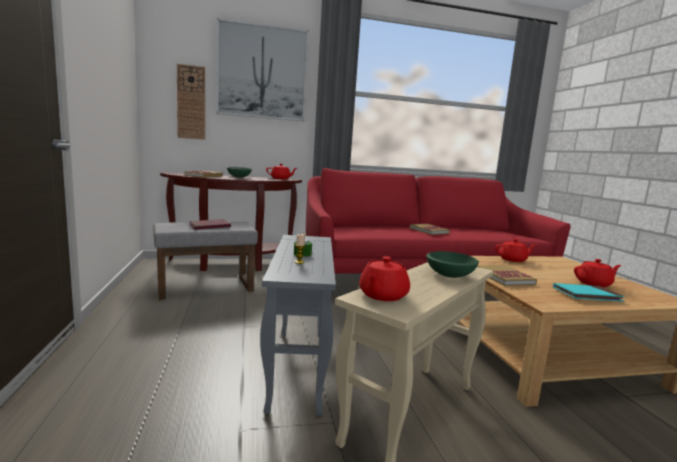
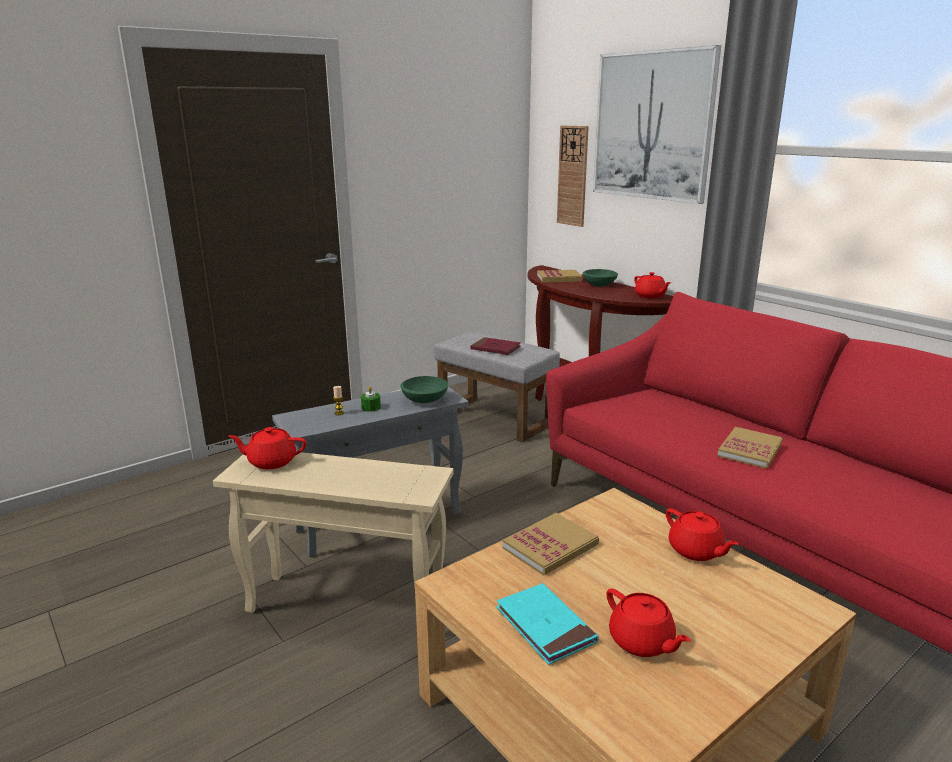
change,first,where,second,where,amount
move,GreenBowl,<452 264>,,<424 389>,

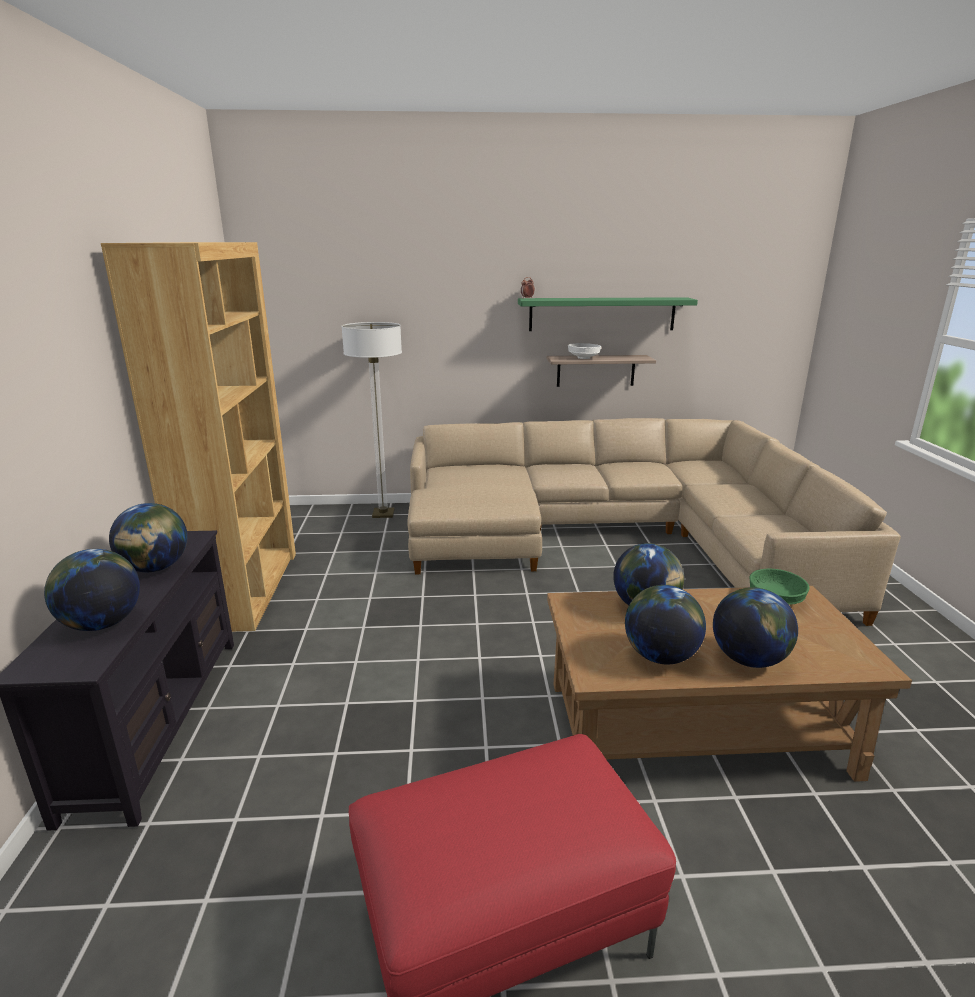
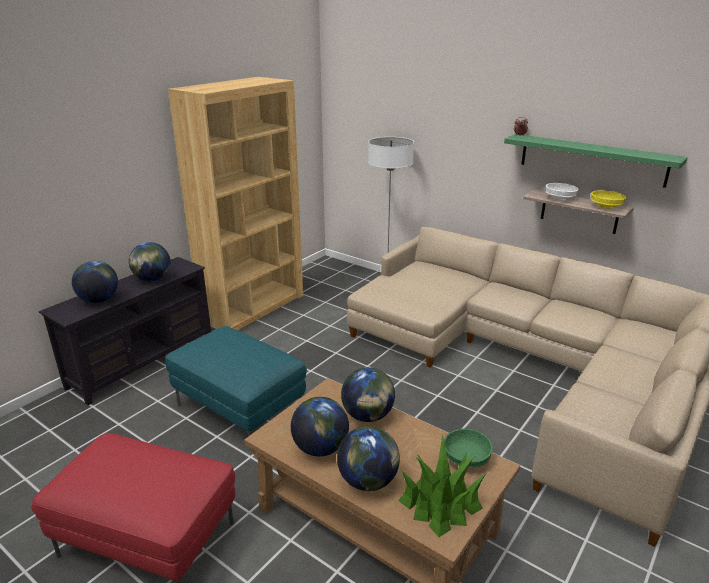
change,first,where,second,where,amount
insert,,,TurquoiseOttoman,<236 388>,
insert,,,PottedPlant,<442 486>,
insert,,,YellowBowl,<608 199>,

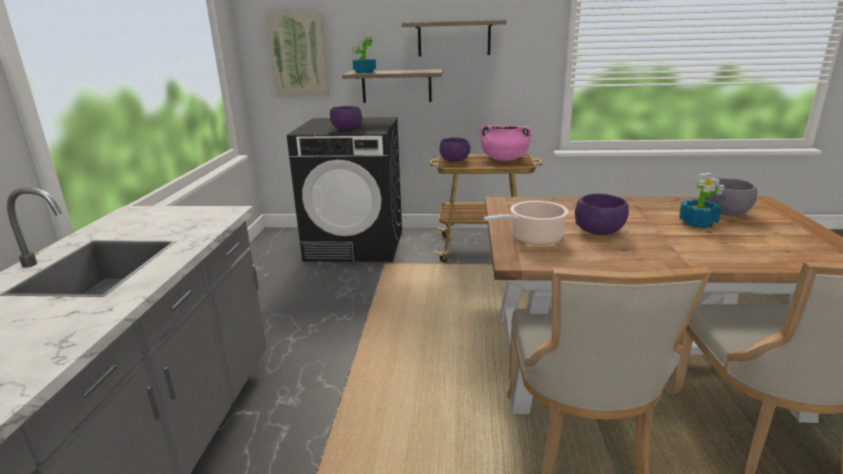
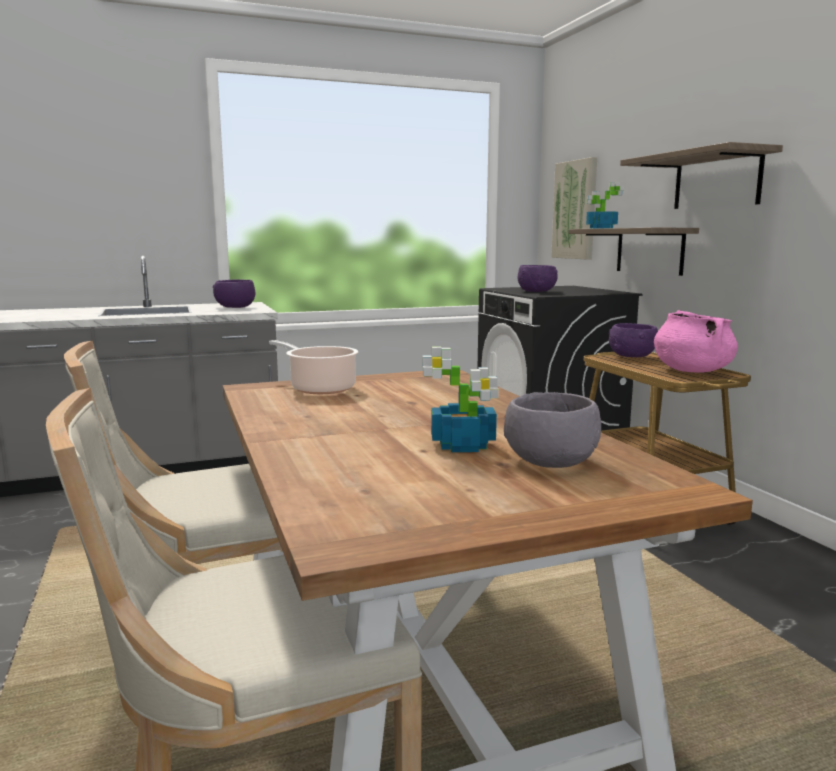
change,first,where,second,where,amount
move,PurpleBowl,<602 214>,,<234 294>,

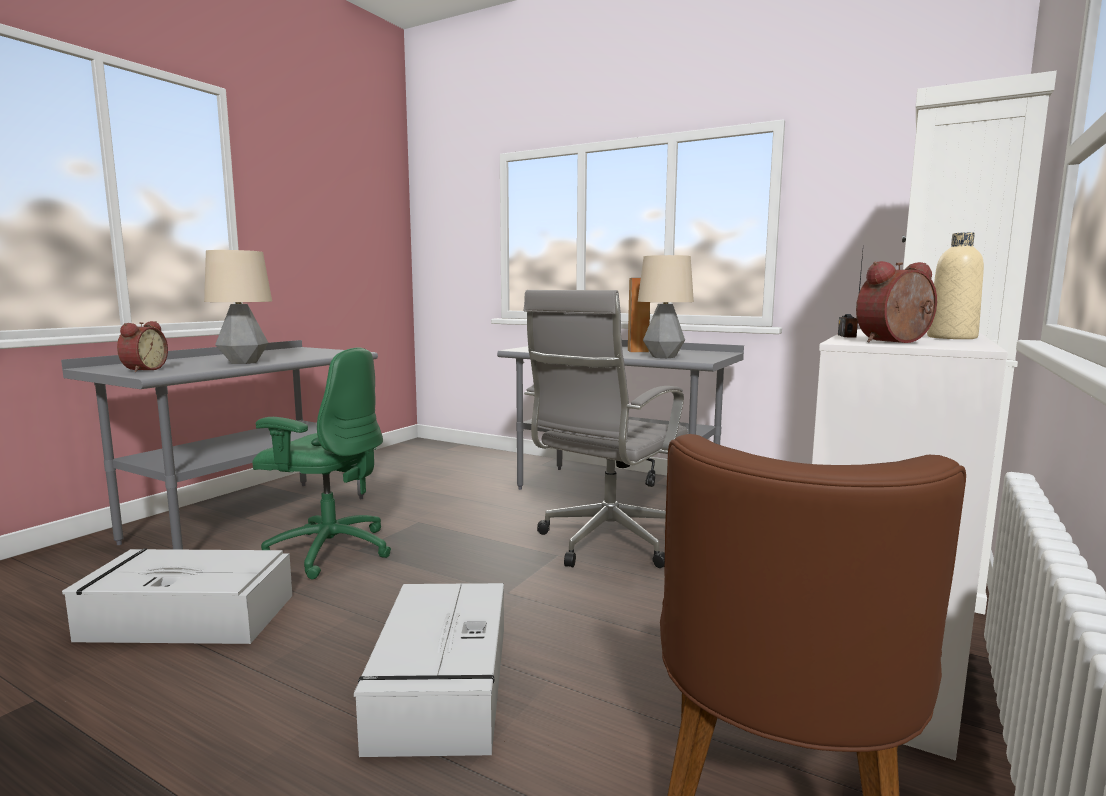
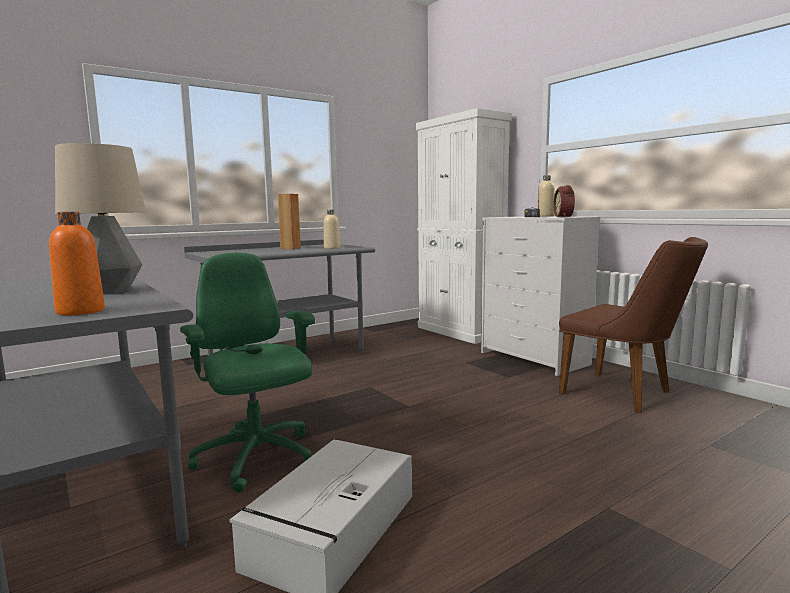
change,first,where,second,where,amount
delete,GreyStorageBox,<429 670>,,,
delete,GreyOfficeChair,<606 429>,,,
replace,AlarmClock,<142 346>,OrangeBottle,<77 264>,
replace,TableLamp,<666 306>,BeigeBottle,<332 229>,
rotate,GreenOfficeChair,<321 463>,,<247 373>,75 degrees counterclockwise

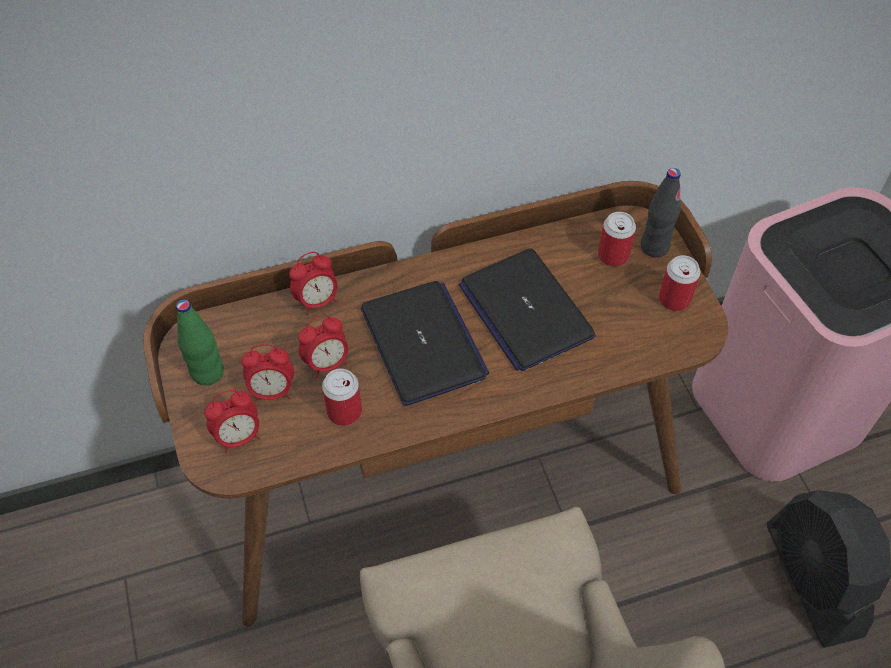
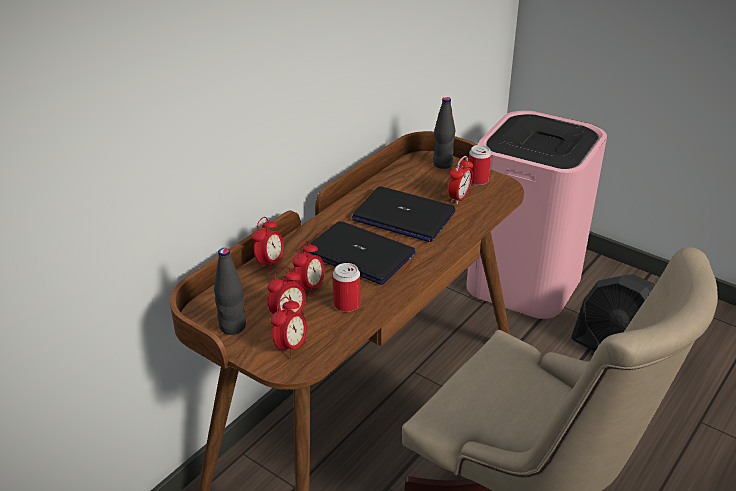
change,first,where,second,where,amount
delete,Can,<617 239>,,,
insert,,,AlarmClock,<460 180>,
recolor,GreenBottle,<200 342>,BlackBottle,<230 291>,

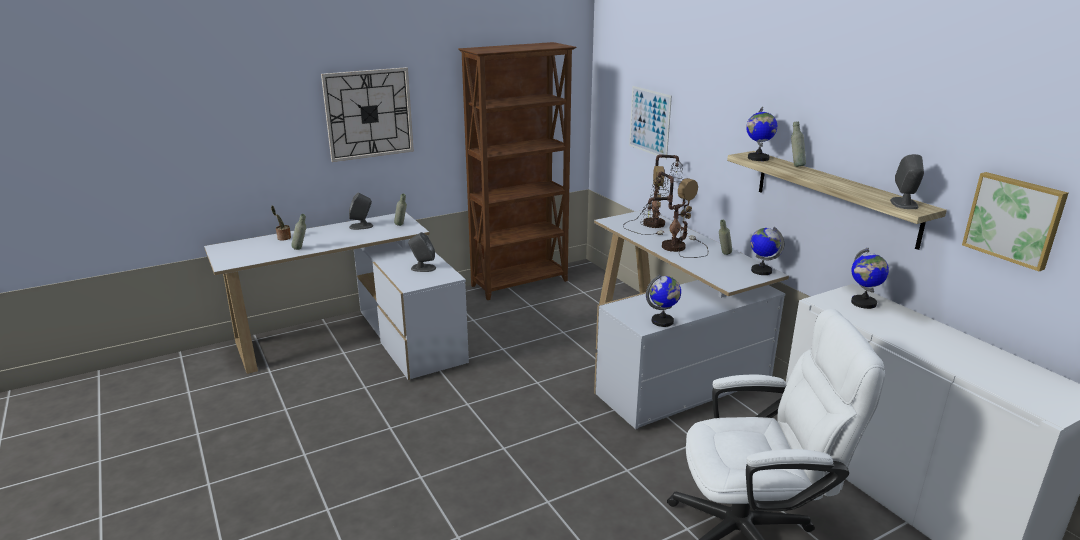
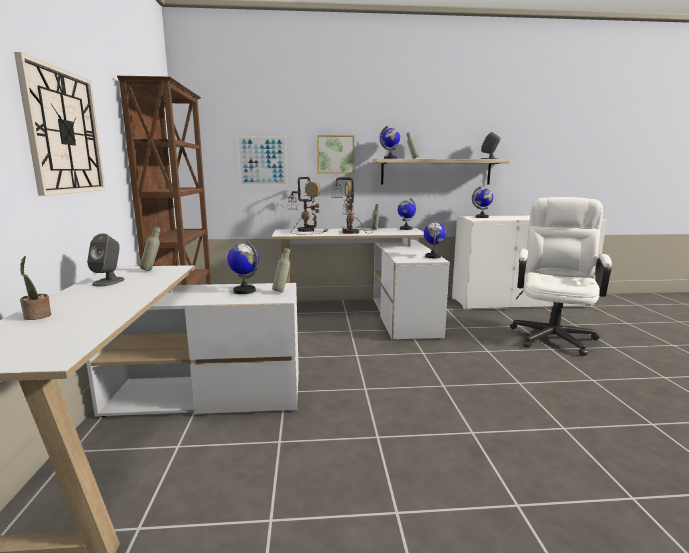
change,first,where,second,where,amount
move,GreyBottle,<298 232>,,<281 270>,
move,Picture,<1015 221>,,<335 154>,
replace,GreySpeaker,<422 252>,Globe,<243 267>,

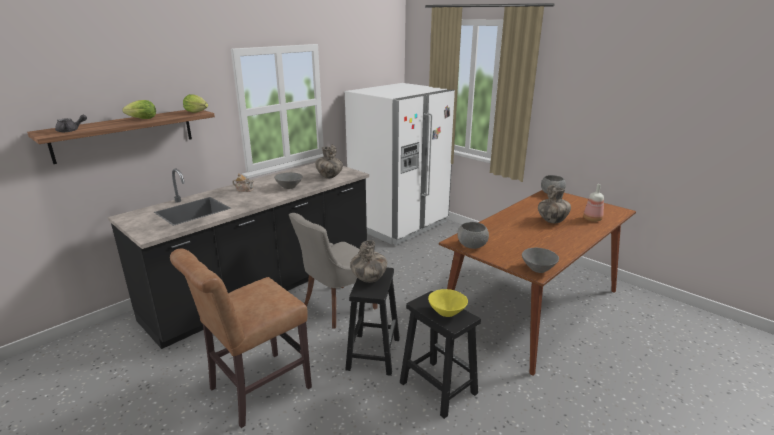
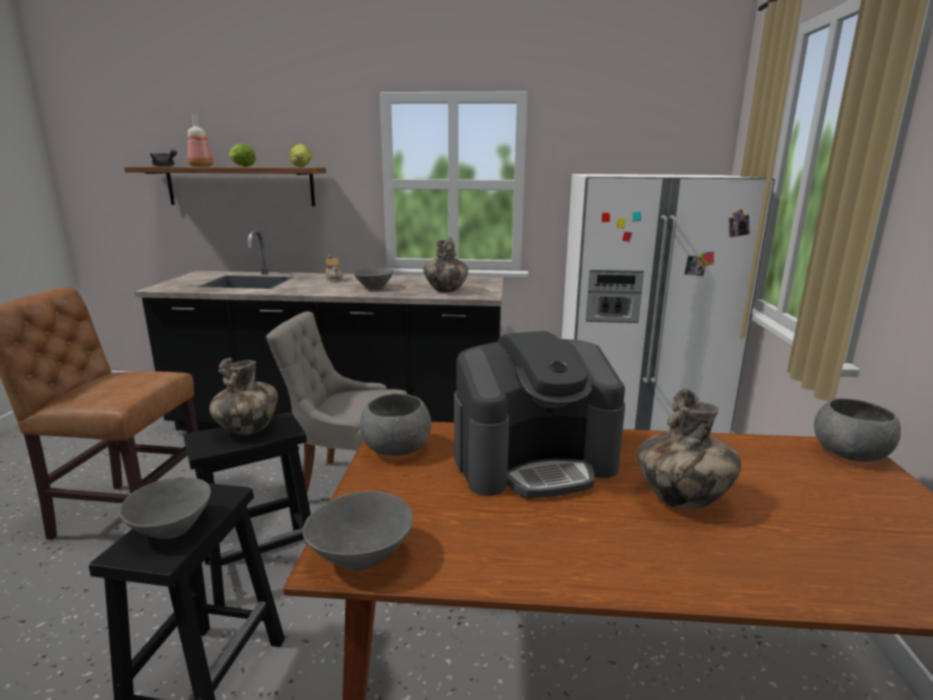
change,first,where,second,where,amount
insert,,,CoffeeMachine,<539 415>,
move,Bottle,<593 203>,,<200 141>,
recolor,YellowBowl,<448 303>,GreyBowl,<165 508>,

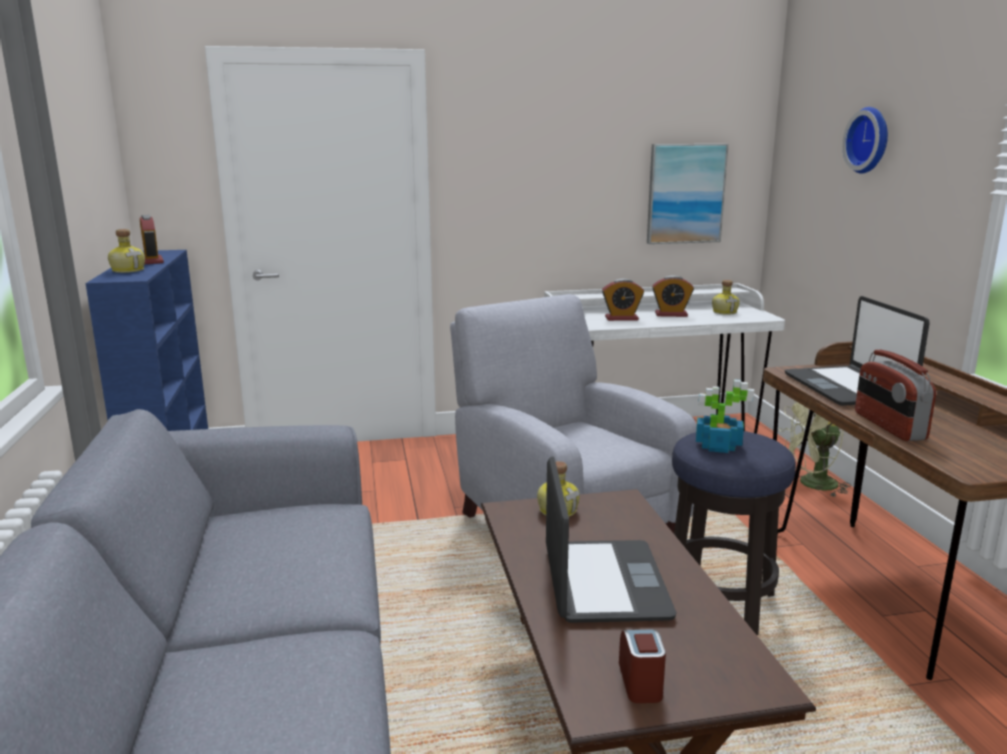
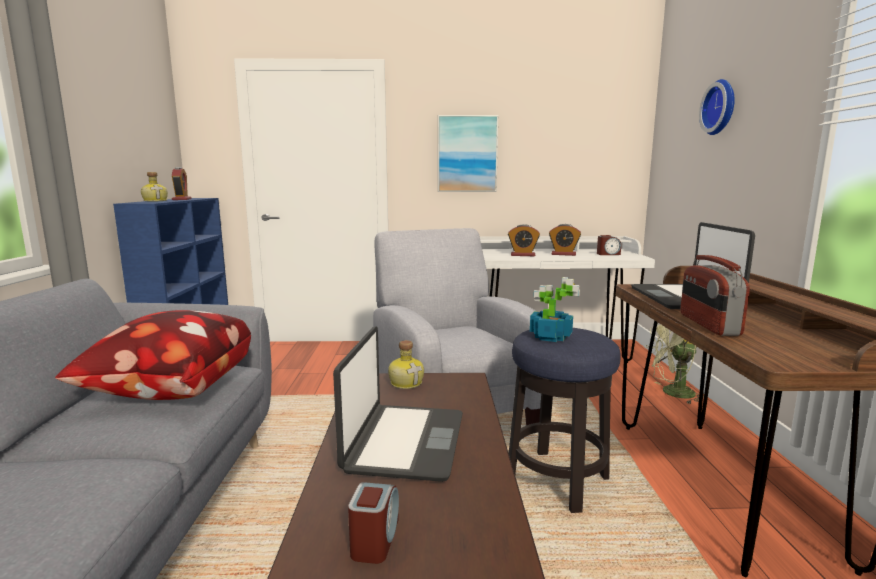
change,first,where,second,where,amount
insert,,,Pillow,<153 355>,
move,Picture,<688 194>,,<468 153>,
replace,Bottle,<726 297>,AlarmClock,<609 245>,

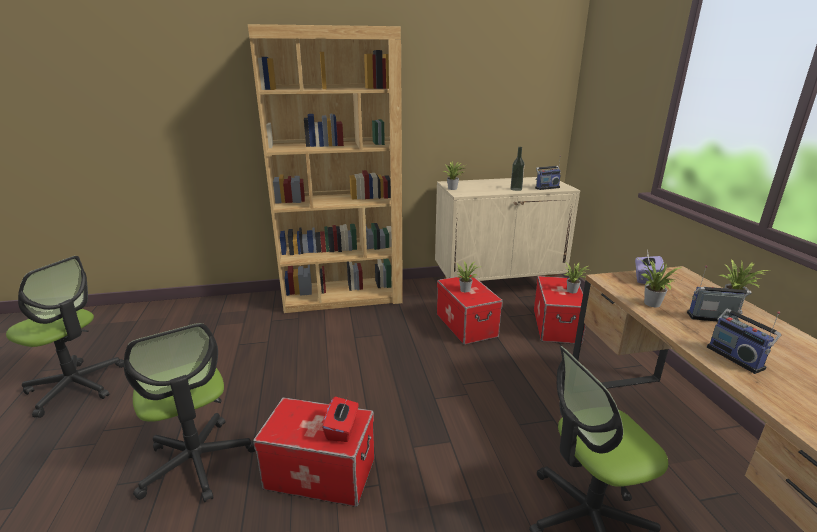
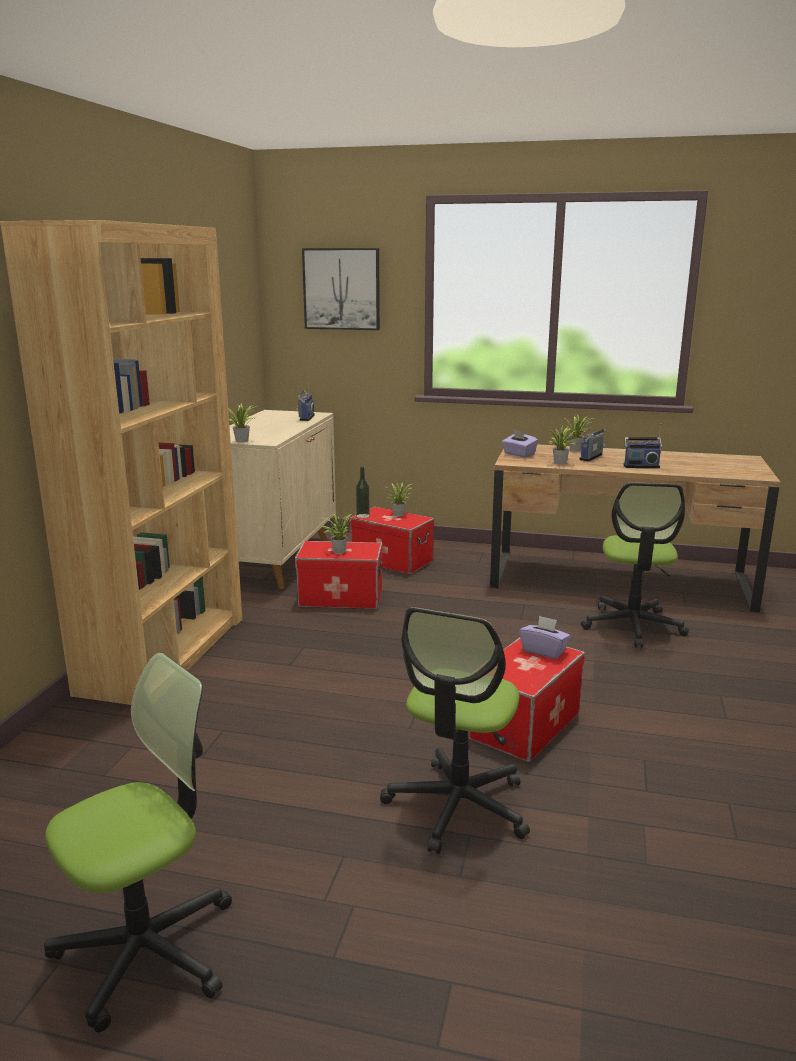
change,first,where,second,where,amount
insert,,,Picture,<341 289>,
move,Bottle,<517 169>,,<363 492>,
recolor,RedTissueBox,<340 419>,PurpleTissueBox,<545 637>,
rotate,OfficeChair,<189 412>,,<455 730>,120 degrees clockwise

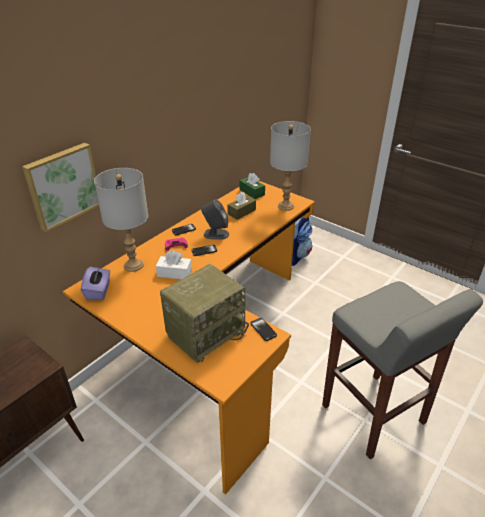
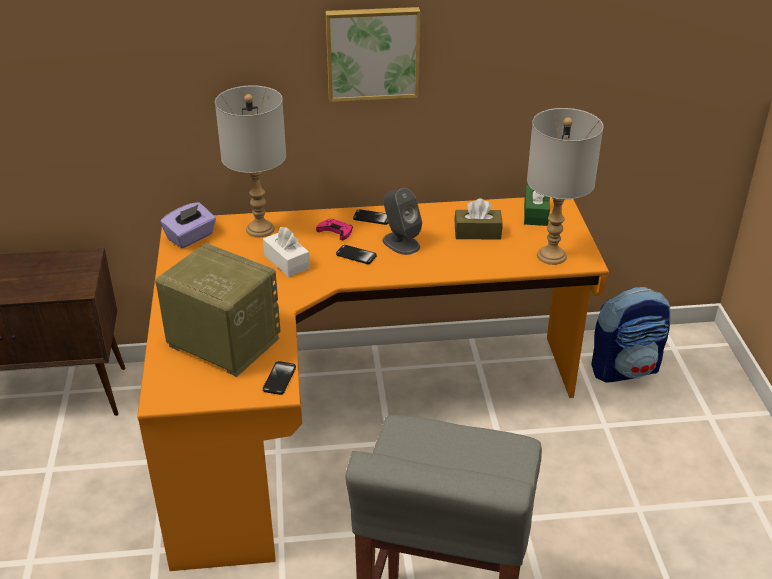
change,first,where,second,where,amount
move,Picture,<60 187>,,<373 54>,
rotate,Radio,<204 313>,,<218 310>,150 degrees counterclockwise

